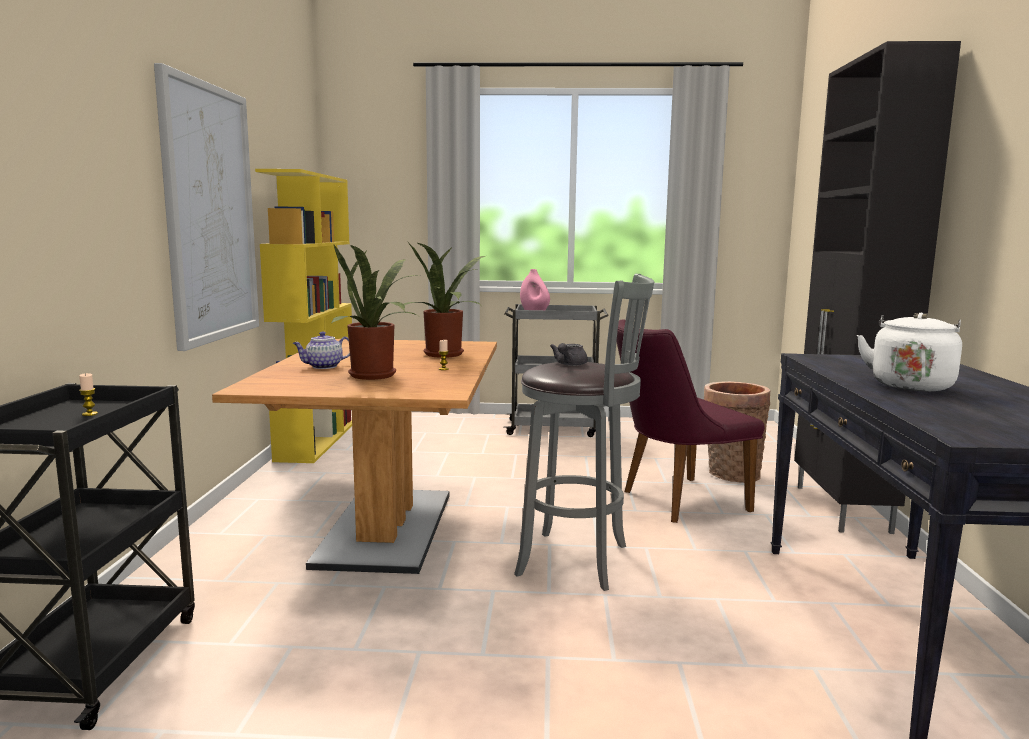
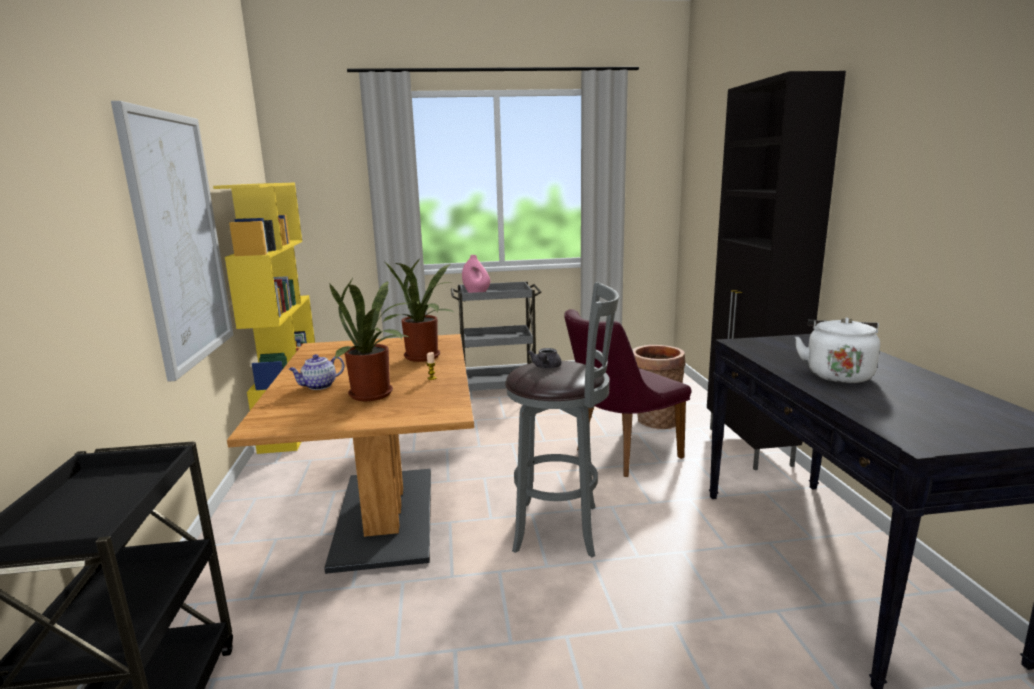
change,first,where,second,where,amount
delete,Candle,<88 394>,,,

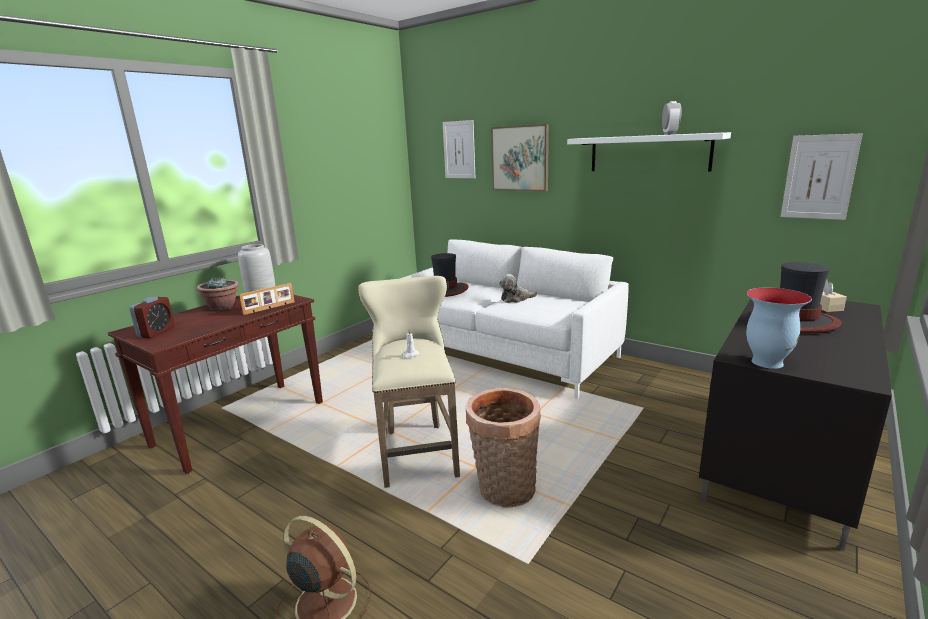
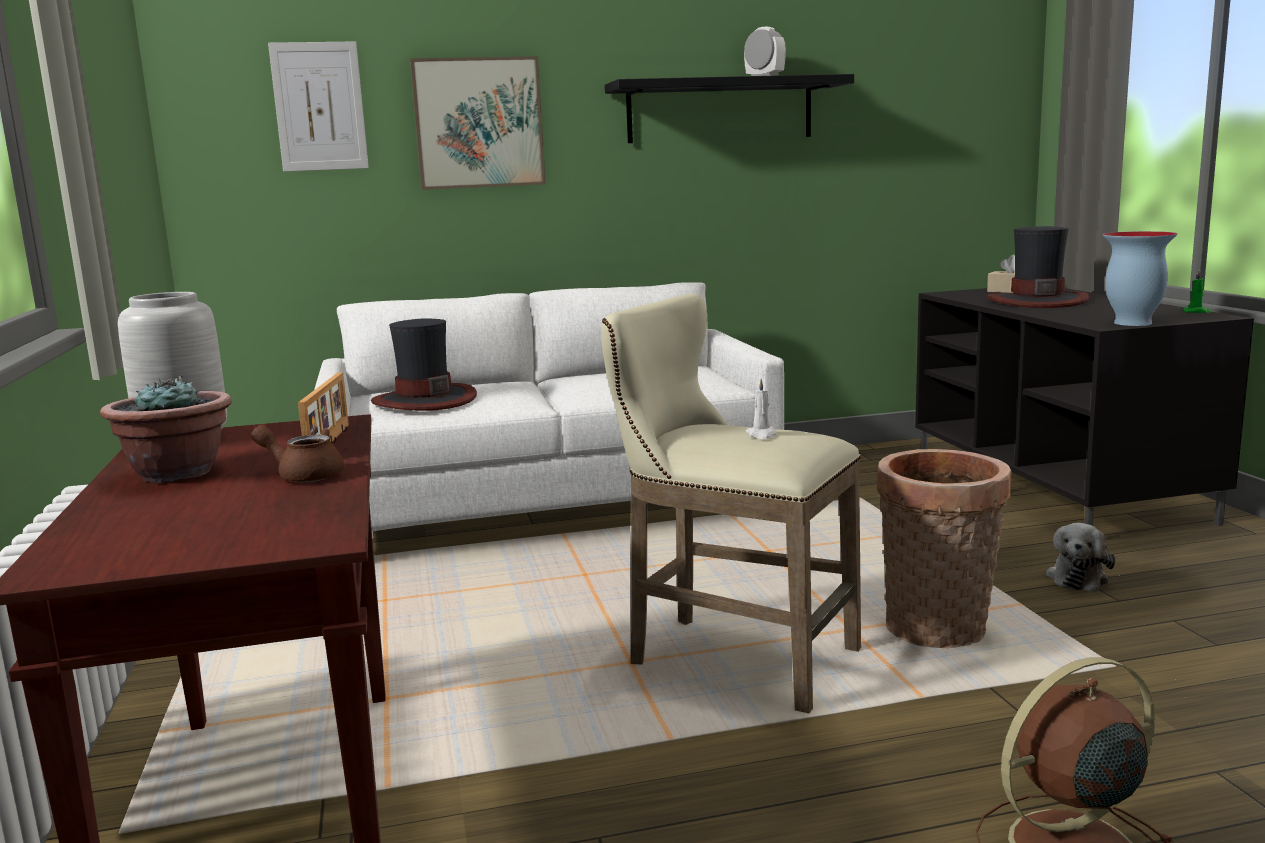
change,first,where,second,where,amount
delete,AlarmClock,<152 317>,,,
delete,Picture,<822 176>,,,
insert,,,BrownTeapot,<297 453>,
insert,,,GreenCandle,<1196 291>,
move,PlushToy,<518 288>,,<1080 557>,
recolor,WhiteShelf,<649 151>,BlackShelf,<729 108>,

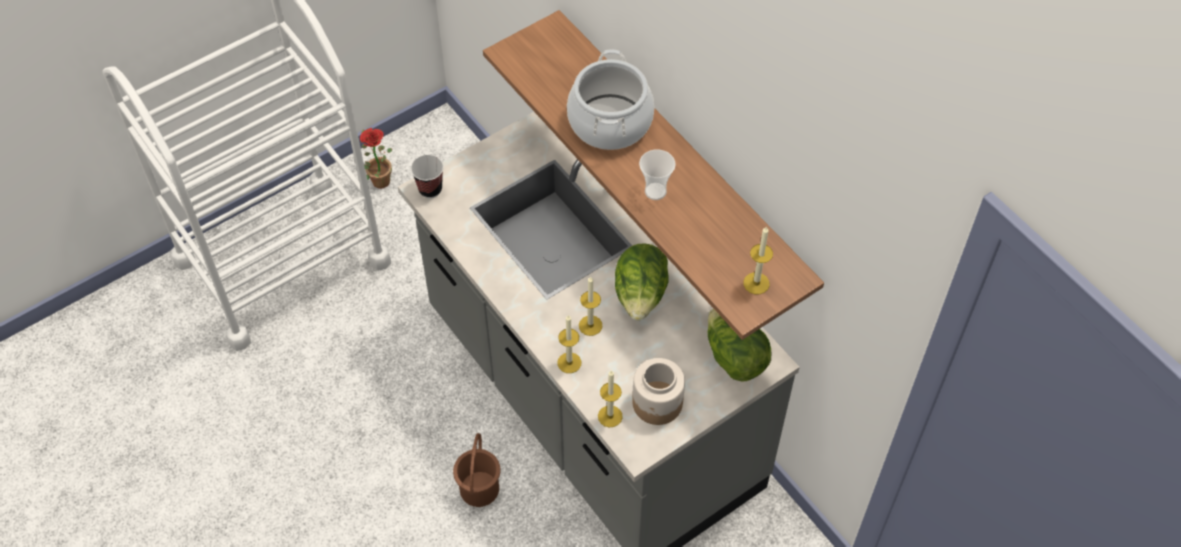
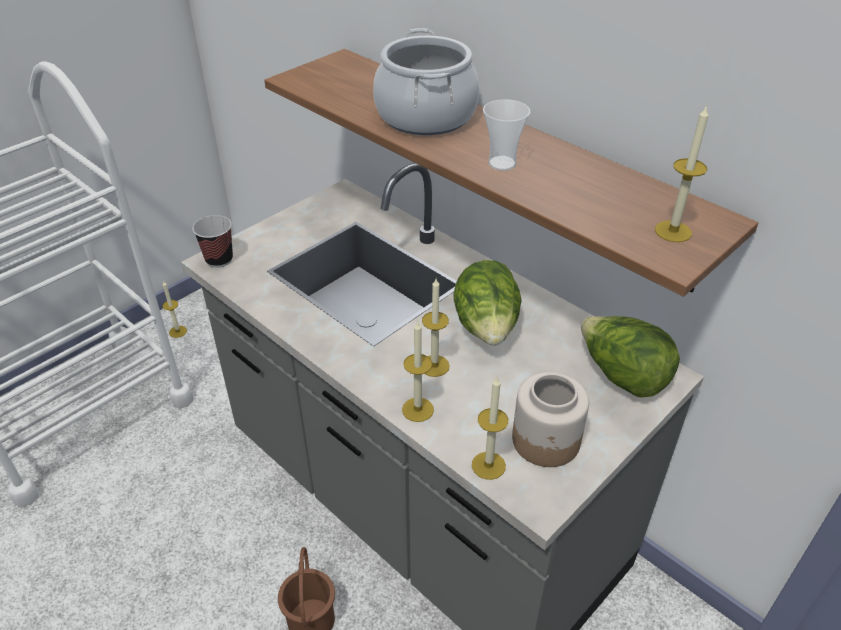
change,first,where,second,where,amount
replace,PottedPlant,<376 158>,Candle,<174 309>,

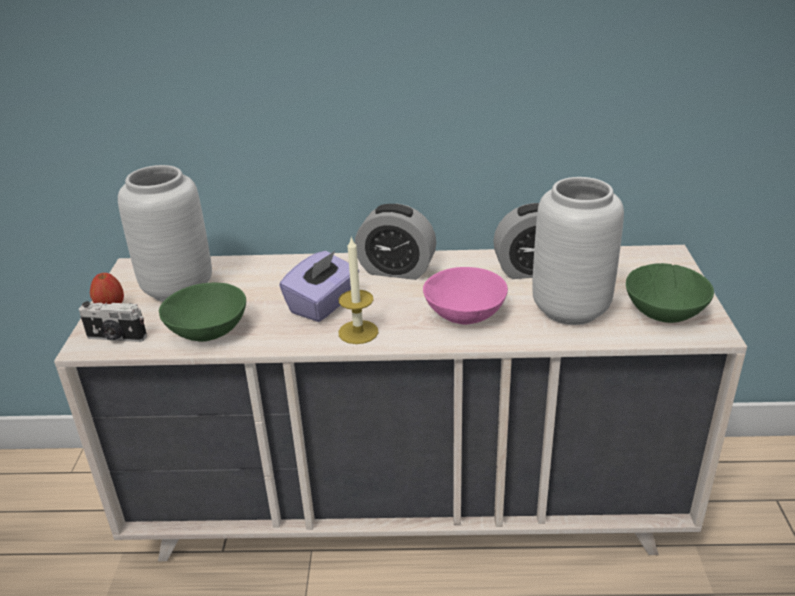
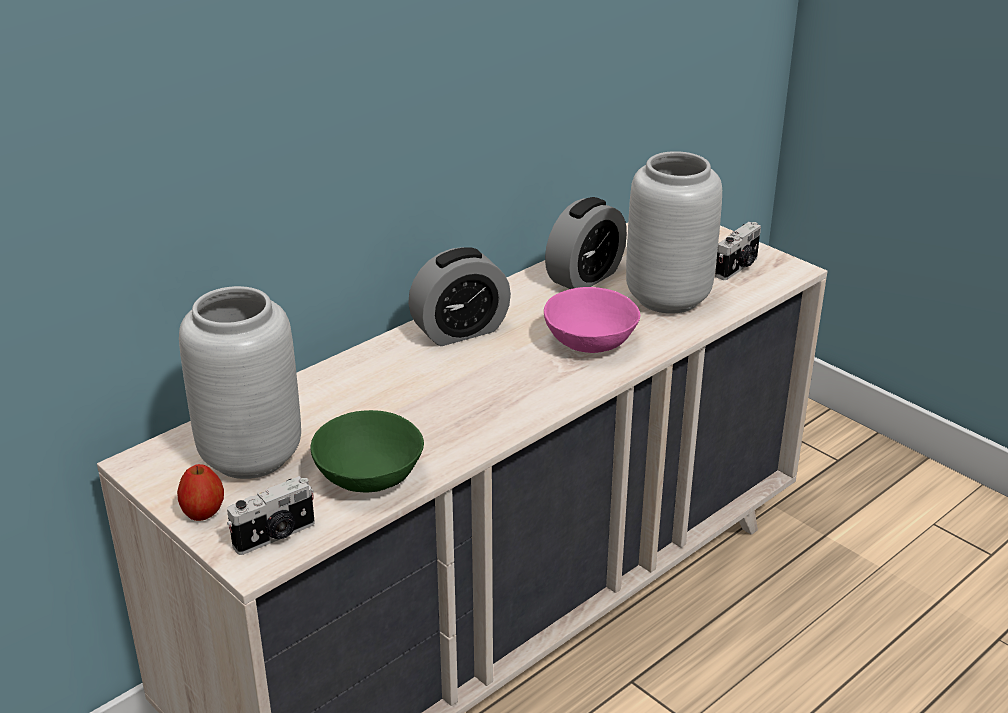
change,first,where,second,where,amount
delete,PurpleTissueBox,<319 286>,,,
delete,Candle,<358 290>,,,
replace,GreenBowl,<670 293>,PhotoCamera,<738 251>,

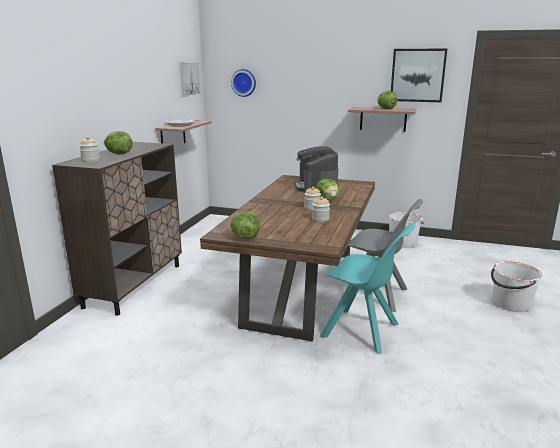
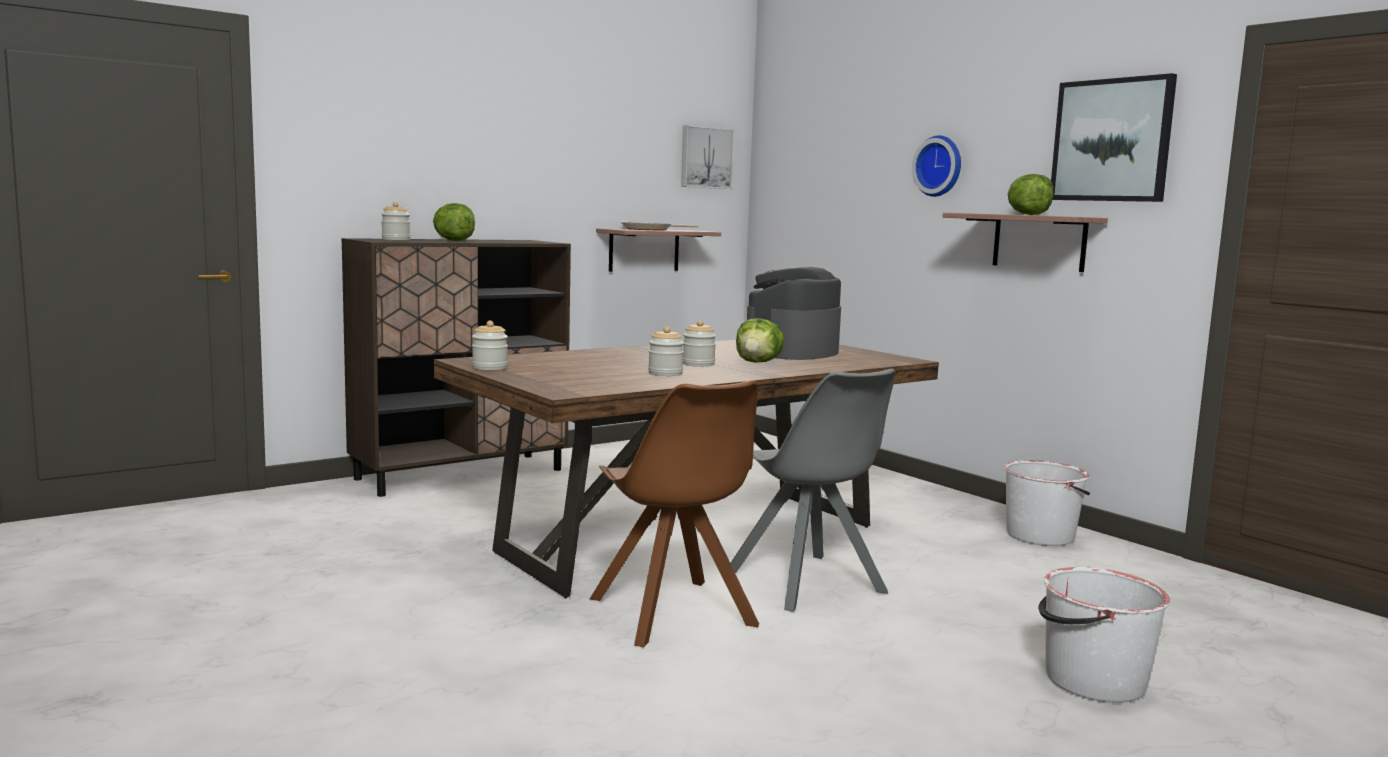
change,first,where,second,where,amount
move,WallClock,<243 83>,,<936 166>,
replace,Lettuce,<245 225>,Jar,<490 345>,
recolor,TurquoiseChair,<367 288>,BrownChair,<674 514>,

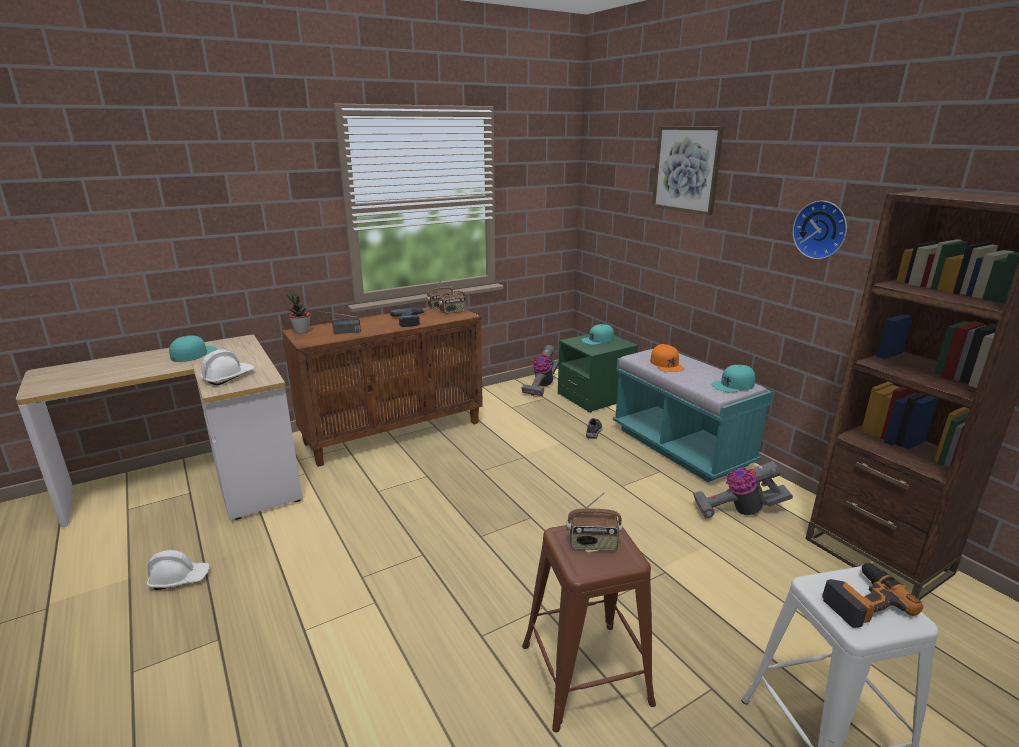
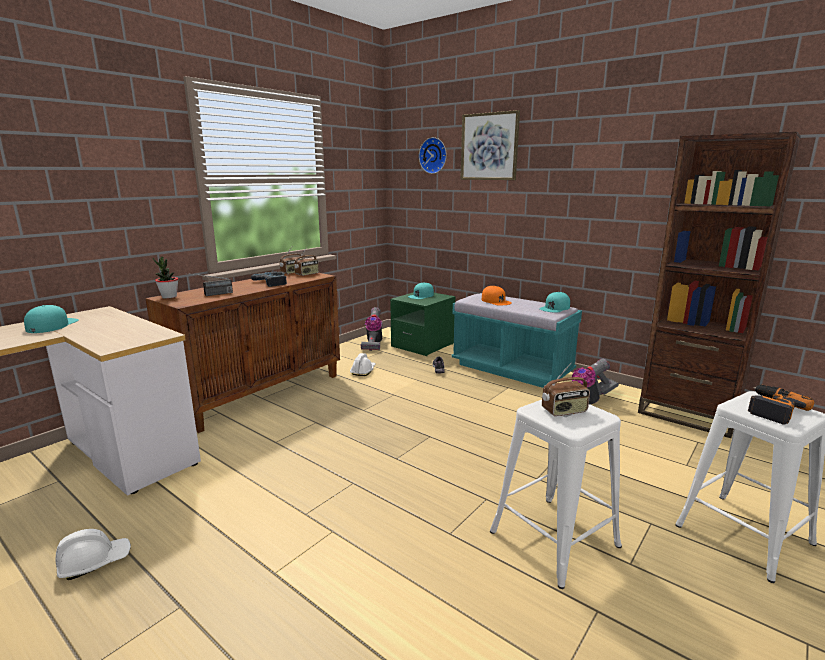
change,first,where,second,where,amount
move,WhiteHardHat,<227 367>,,<363 364>,
move,WallClock,<819 230>,,<433 155>,
recolor,BrownStool,<589 629>,WhiteStool,<556 494>,

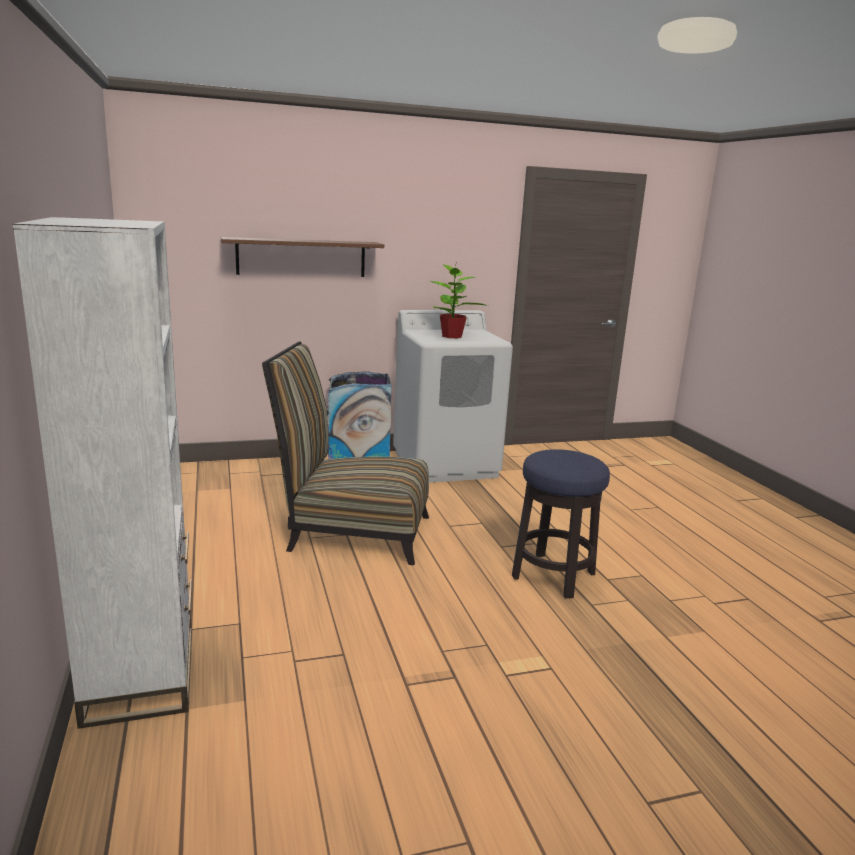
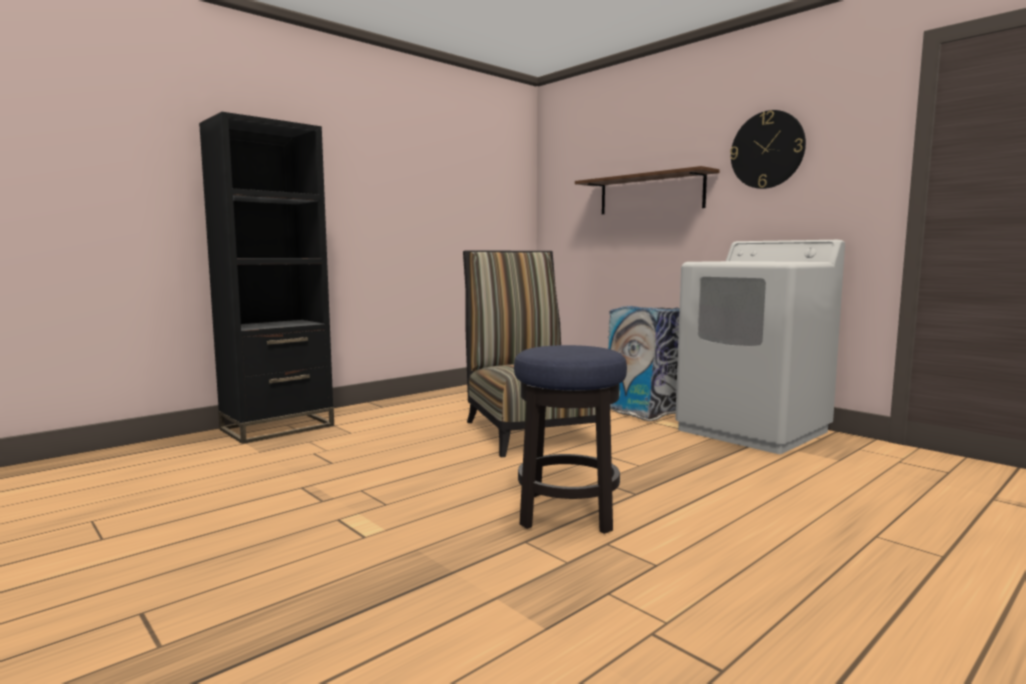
change,first,where,second,where,amount
delete,PottedPlant,<459 301>,,,
insert,,,WallClock,<768 149>,
recolor,WhiteBookcase,<102 473>,BlackBookcase,<266 278>,

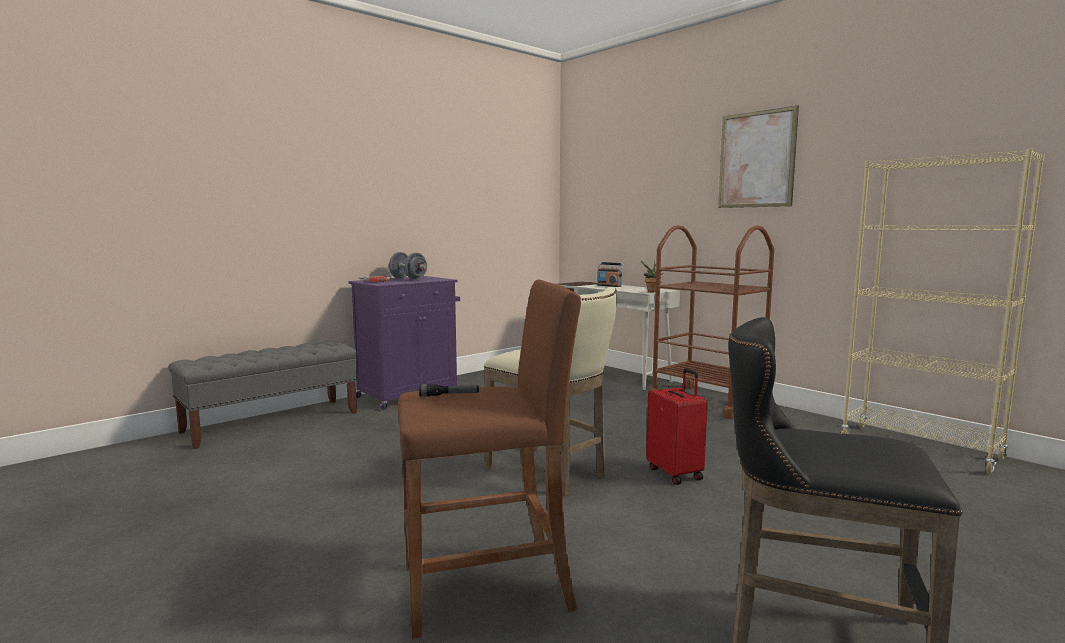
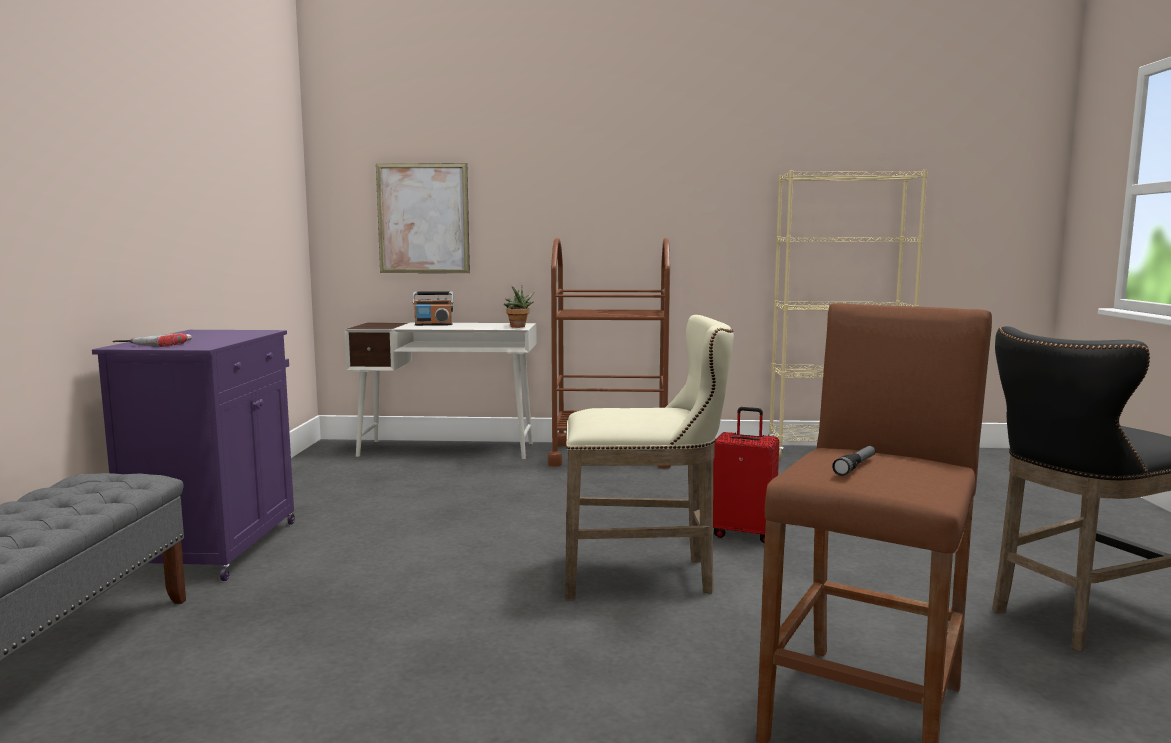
change,first,where,second,where,amount
delete,GreyDumbbell,<408 266>,,,
move,Picture,<758 157>,,<423 218>,

